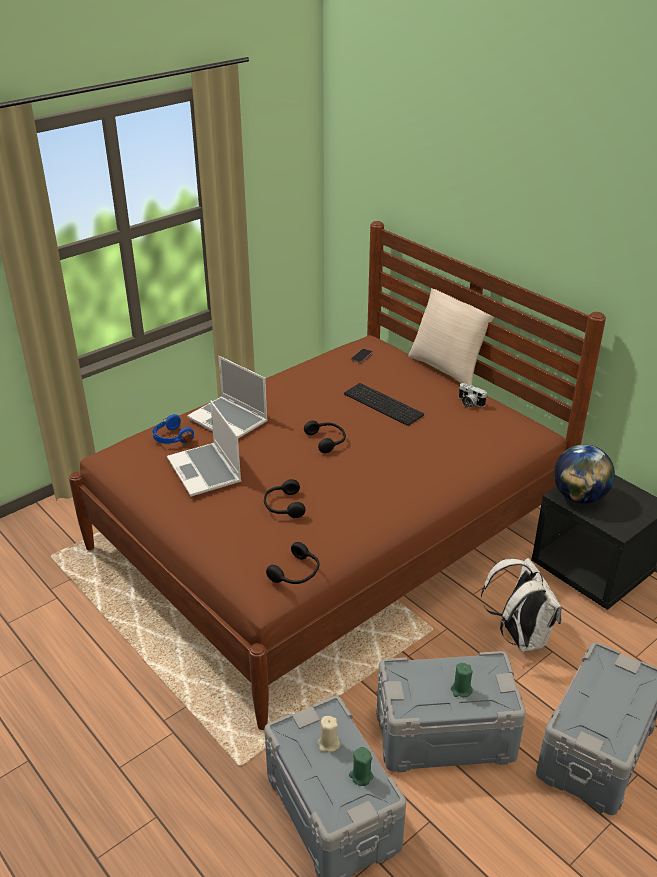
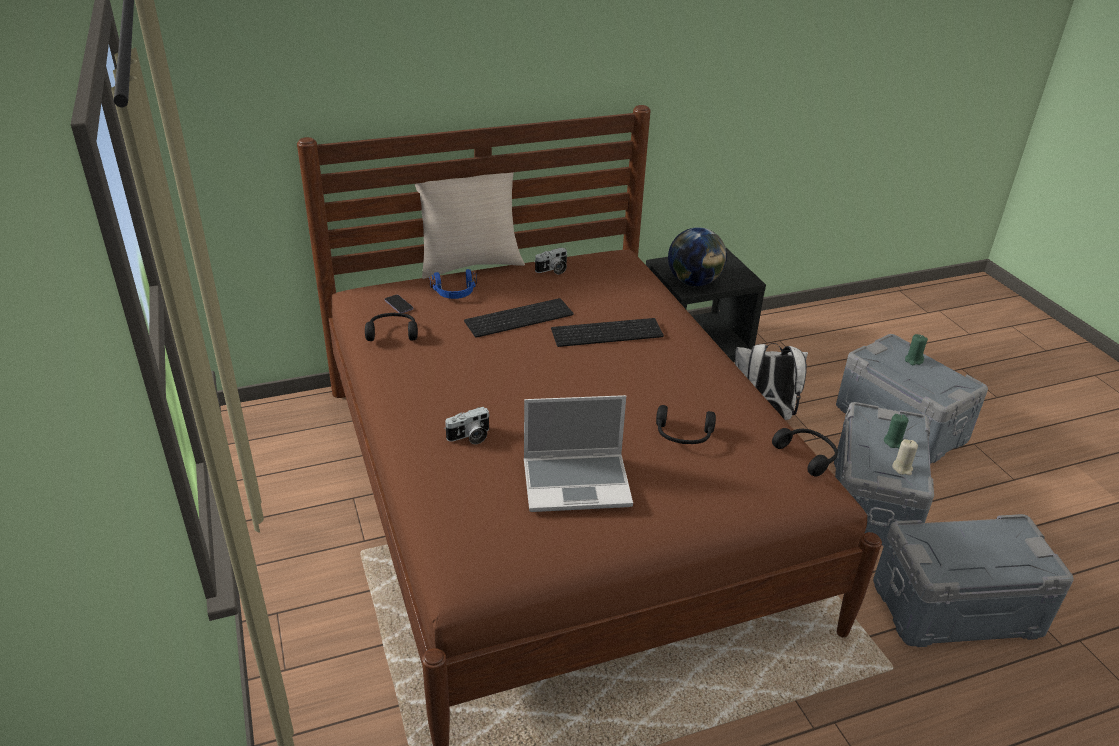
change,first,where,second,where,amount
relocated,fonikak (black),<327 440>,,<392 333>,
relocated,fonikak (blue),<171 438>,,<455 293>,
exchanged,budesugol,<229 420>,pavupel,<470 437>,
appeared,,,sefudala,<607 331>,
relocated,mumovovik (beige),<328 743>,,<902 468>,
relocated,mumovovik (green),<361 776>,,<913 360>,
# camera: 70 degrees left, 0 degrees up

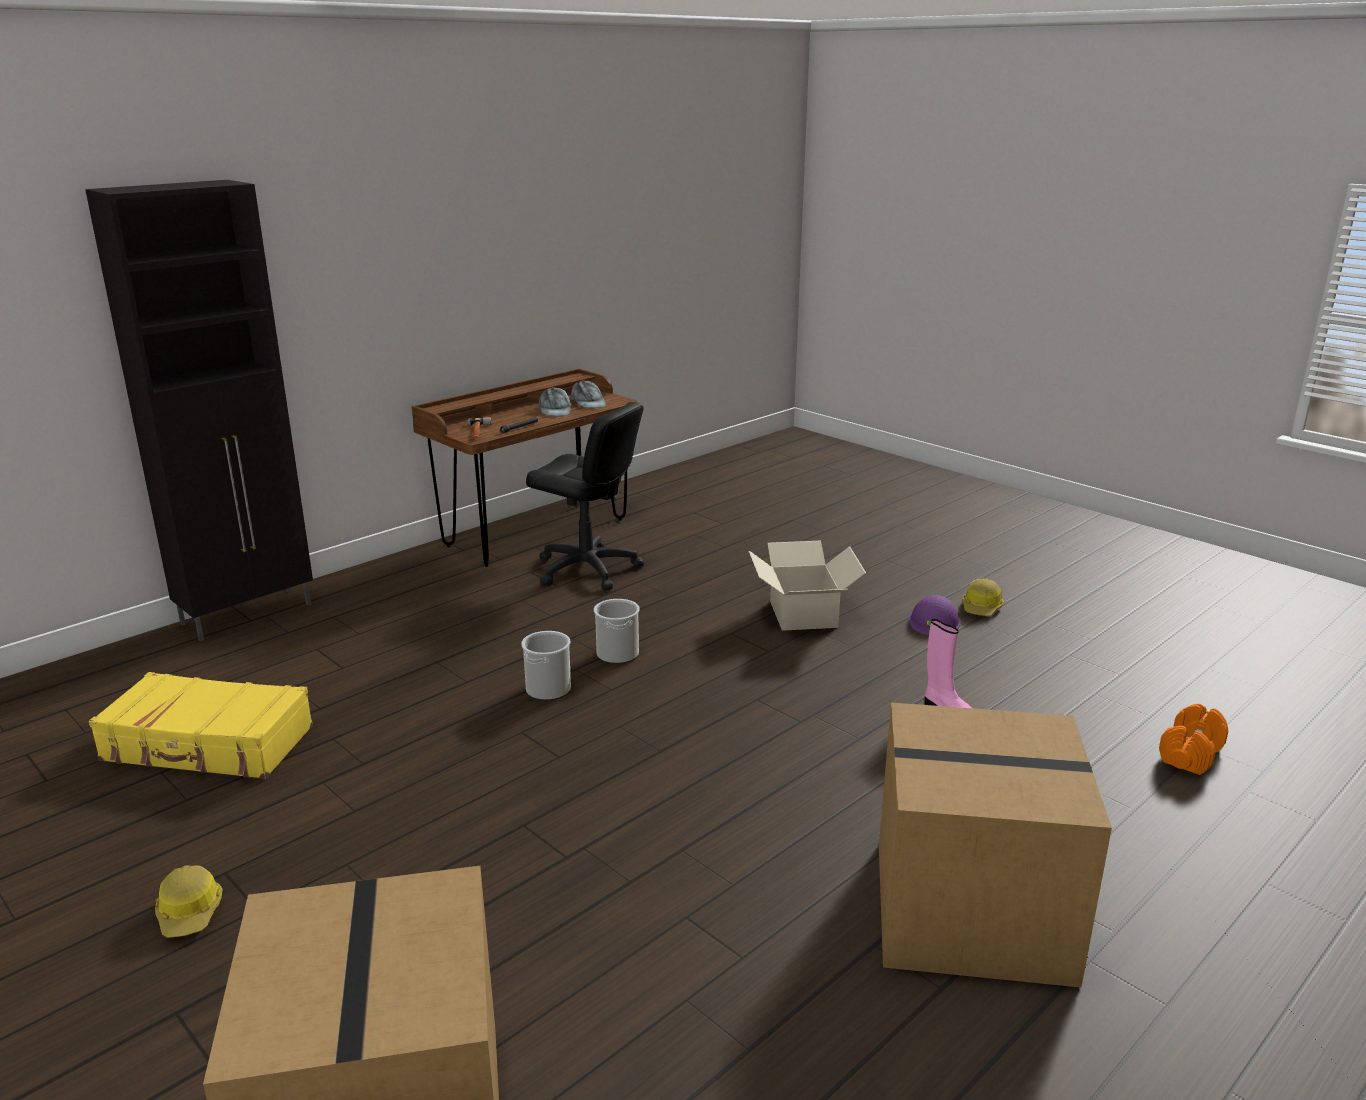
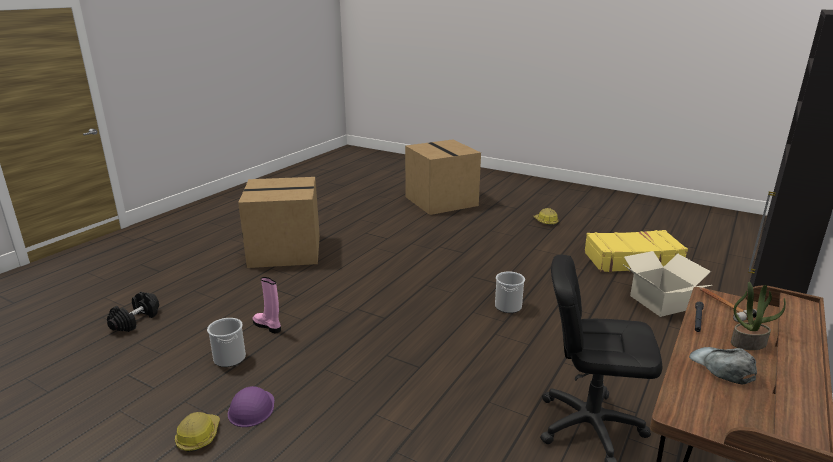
change,first,where,second,where,amount
colour,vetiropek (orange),<1190 754>,vetiropek (black),<135 321>,
relocated,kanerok,<618 654>,,<229 358>,
relocated,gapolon,<804 614>,,<659 302>,
appeared,,,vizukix,<748 343>,
missing,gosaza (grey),<588 402>,,,
# camera: 165 degrees right, 0 degrees up

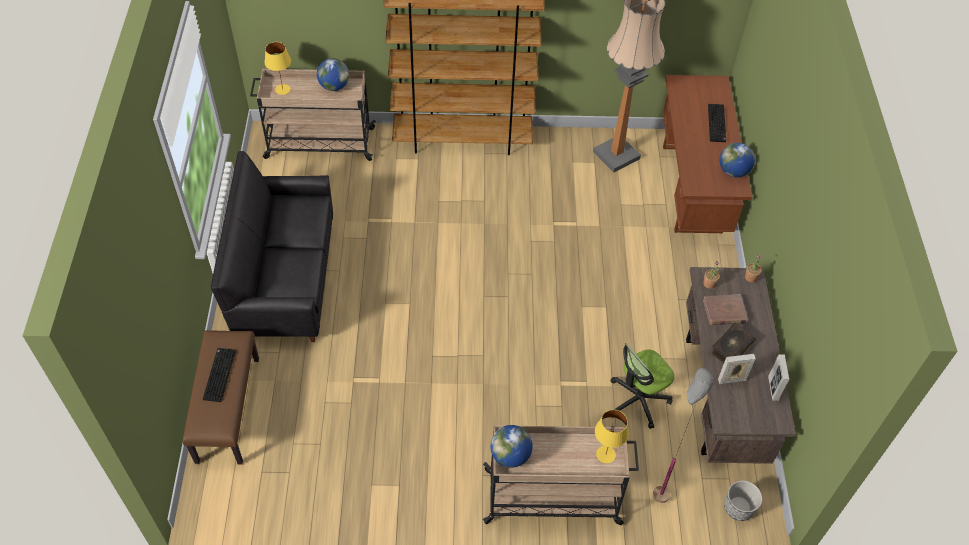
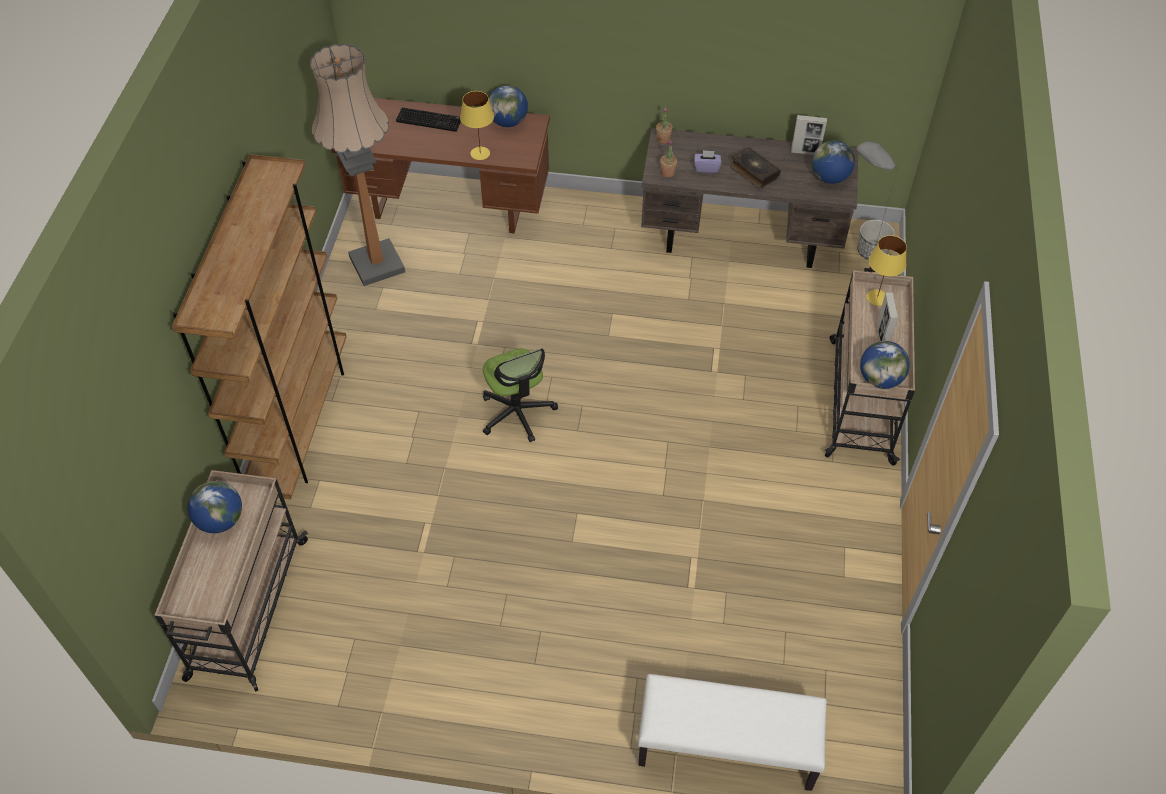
change,first,where,second,where,amount
relocated,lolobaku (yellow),<282 89>,,<479 153>,
relocated,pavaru,<638 400>,,<517 413>,
colour,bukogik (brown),<227 409>,bukogik (white),<726 748>,
exchanged,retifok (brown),<724 312>,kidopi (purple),<706 168>,
appeared,,,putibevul,<829 177>,
relocated,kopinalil,<731 380>,,<882 337>,
missing,sefudala,<218 374>,,,
missing,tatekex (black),<285 278>,,,
# camera: 80 degrees left, 0 degrees up

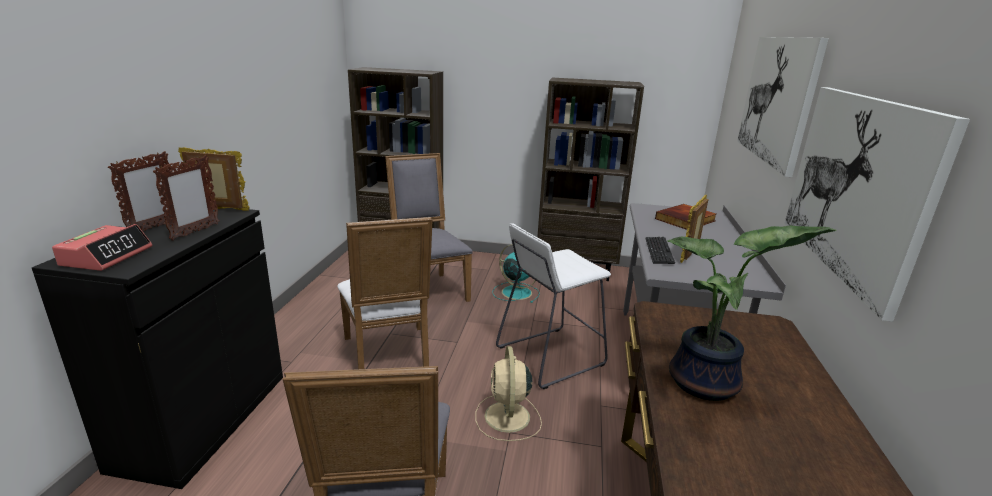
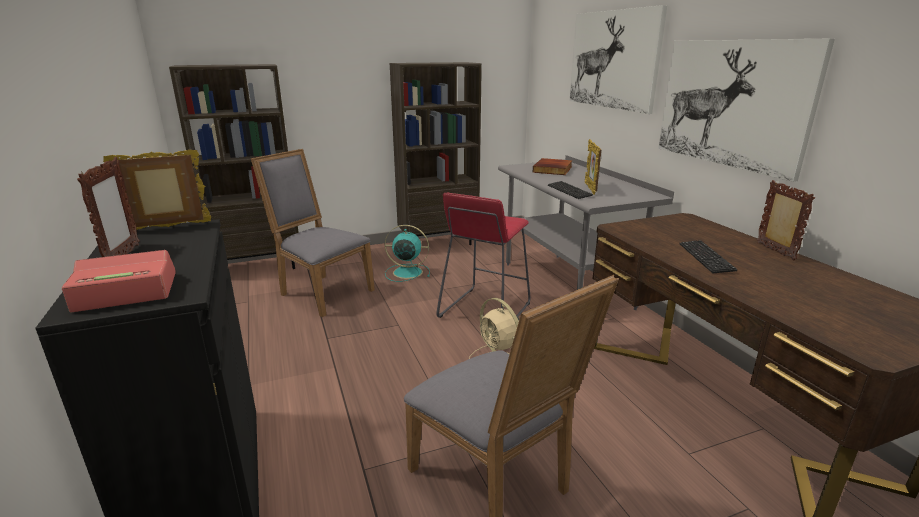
change,first,where,second,where,amount
spun,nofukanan,<107 256>,,<126 292>,90 degrees counterclockwise
colour,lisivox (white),<550 356>,lisivox (red),<485 310>,
exchanged,vizukix,<707 385>,sefudala,<706 258>,
relocated,kopinalil,<195 232>,,<775 251>,
missing,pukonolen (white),<389 357>,,,
# camera: 30 degrees left, 0 degrees up

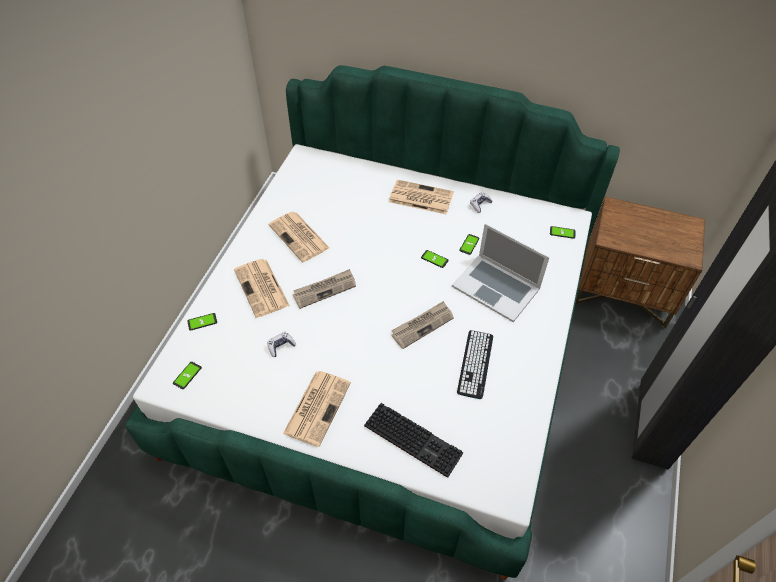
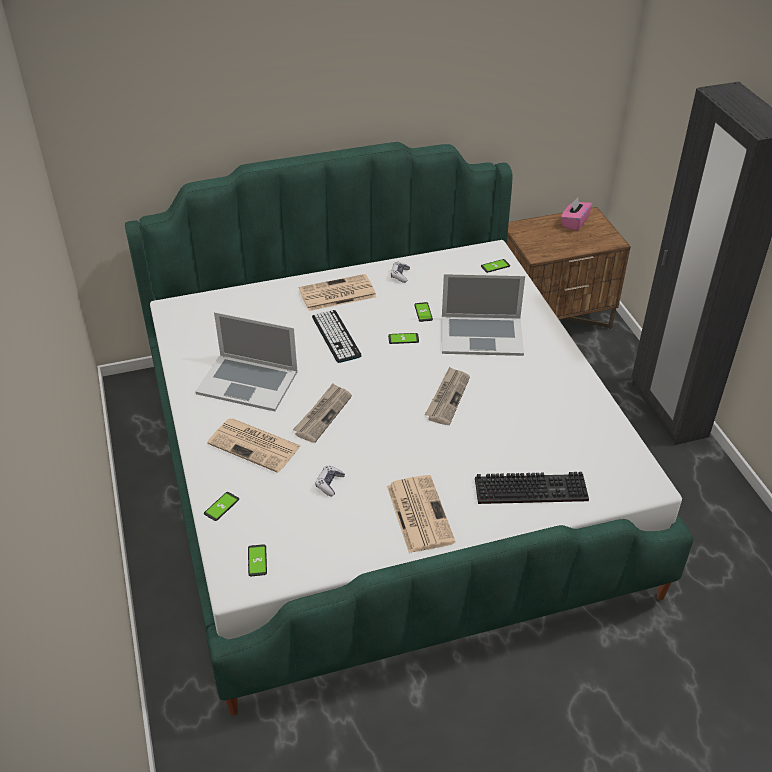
change,first,where,second,where,amount
exchanged,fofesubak,<300 237>,budesugol,<248 382>,
relocated,sefudala,<475 364>,,<336 336>,
appeared,,,kidopi (pink),<574 223>,
# camera: 35 degrees left, 10 degrees down

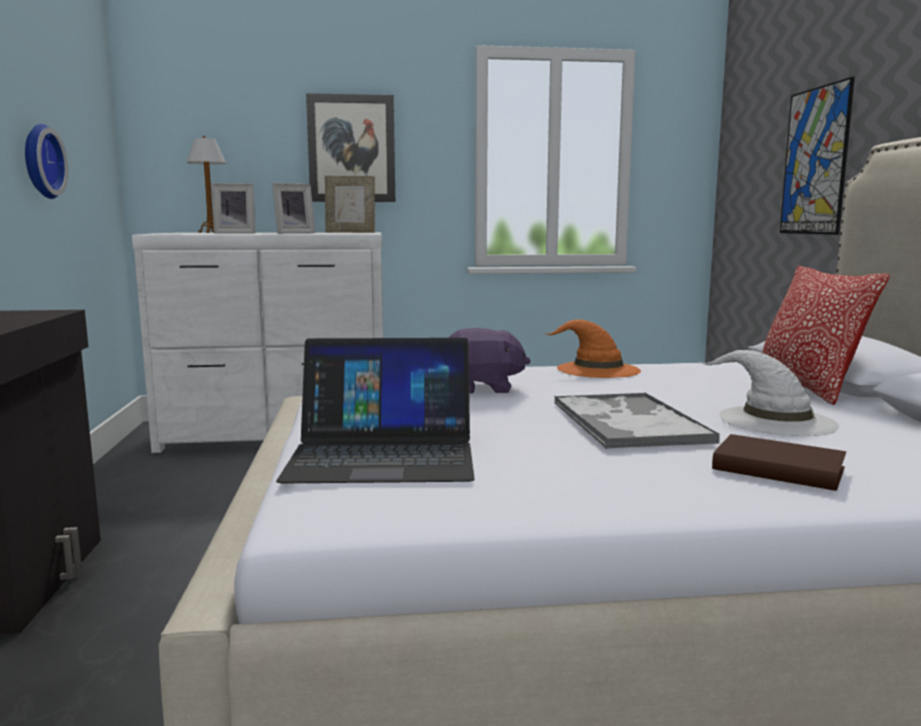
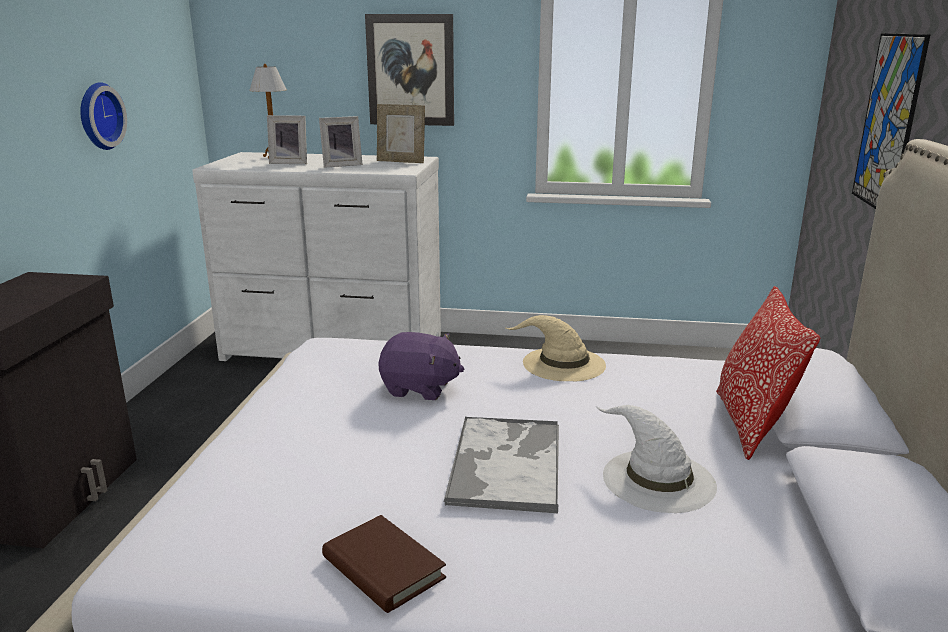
change,first,where,second,where,amount
relocated,retifok (brown),<778 469>,,<383 568>,
colour,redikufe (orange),<597 369>,redikufe (beige),<562 364>,
missing,budesugol,<383 454>,,,
# camera: 15 degrees right, 10 degrees up

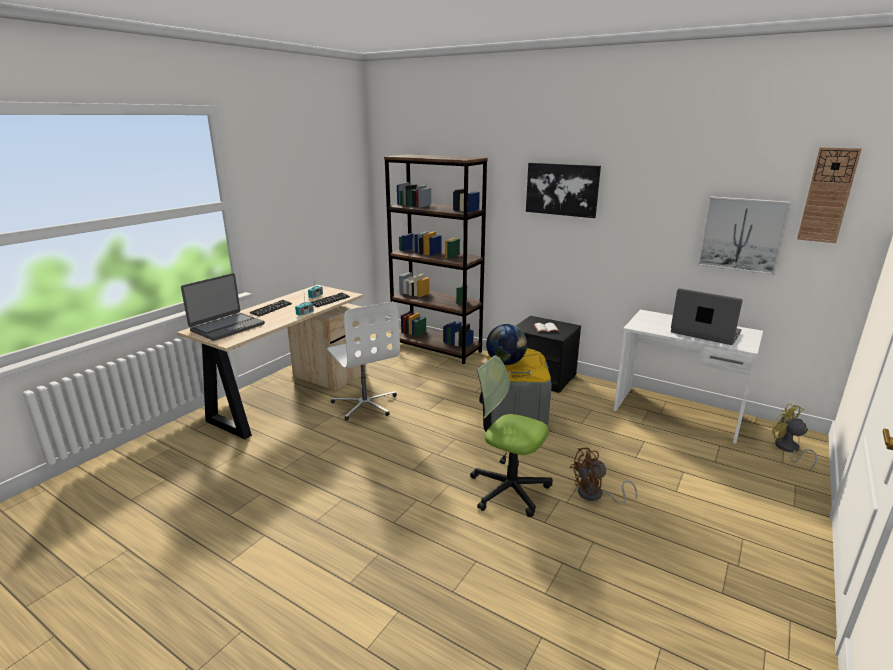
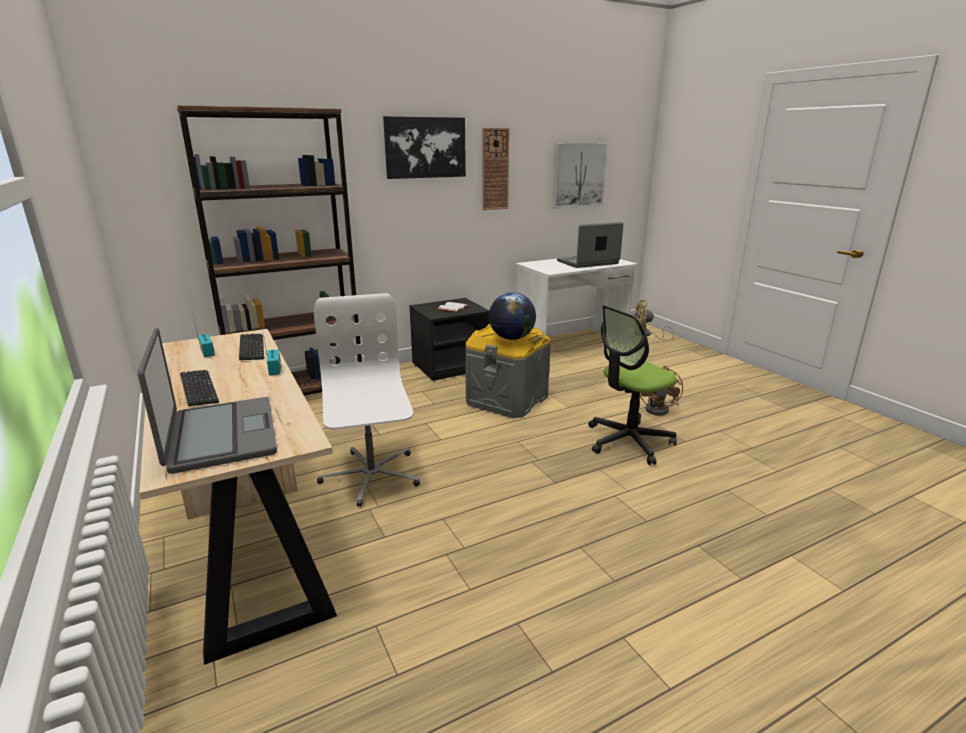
change,first,where,second,where,amount
spun,pavaru (white),<365 404>,,<371 476>,105 degrees counterclockwise
relocated,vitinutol,<827 195>,,<495 169>,
# camera: 60 degrees left, 0 degrees up

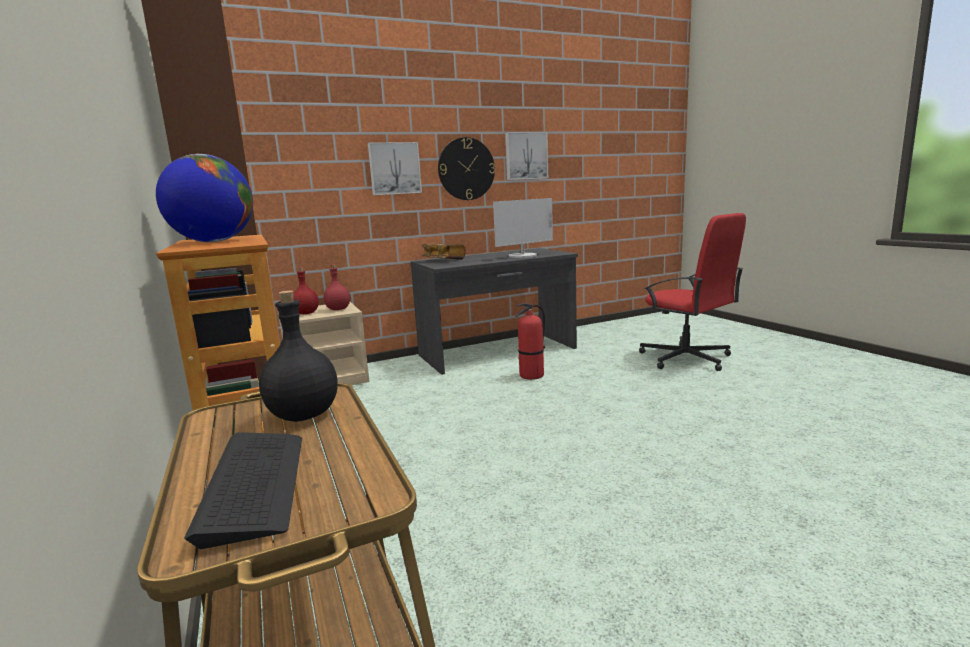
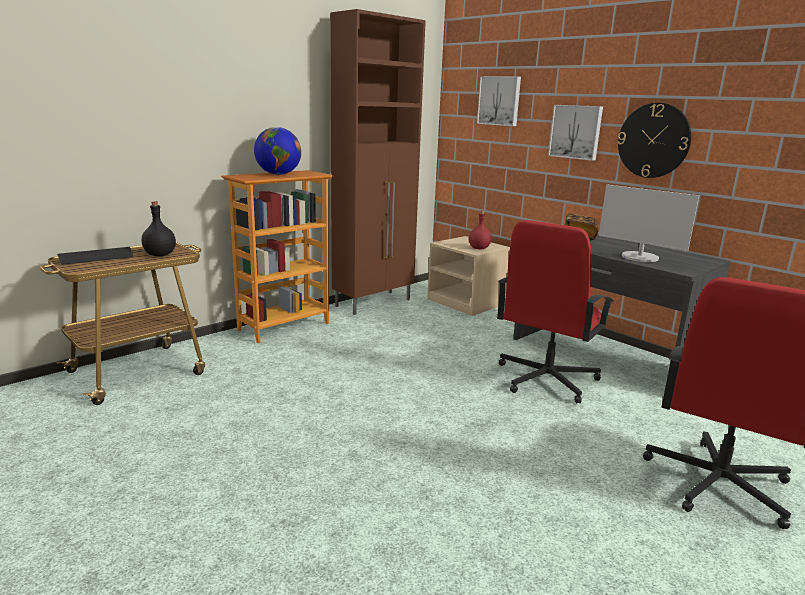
change,first,where,second,where,amount
relocated,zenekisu,<525 156>,,<499 101>,
exchanged,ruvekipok,<531 376>,pavaru (red),<545 379>,
missing,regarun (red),<306 313>,,,
# camera: 70 degrees right, 5 degrees up

